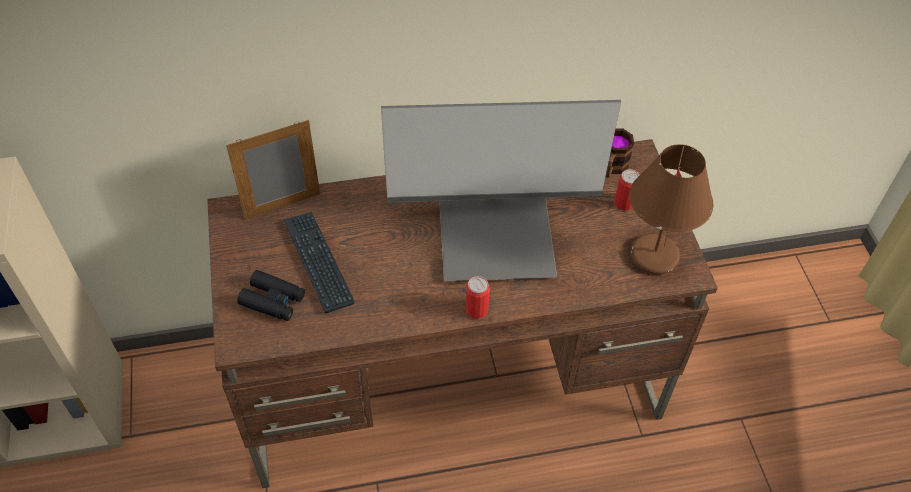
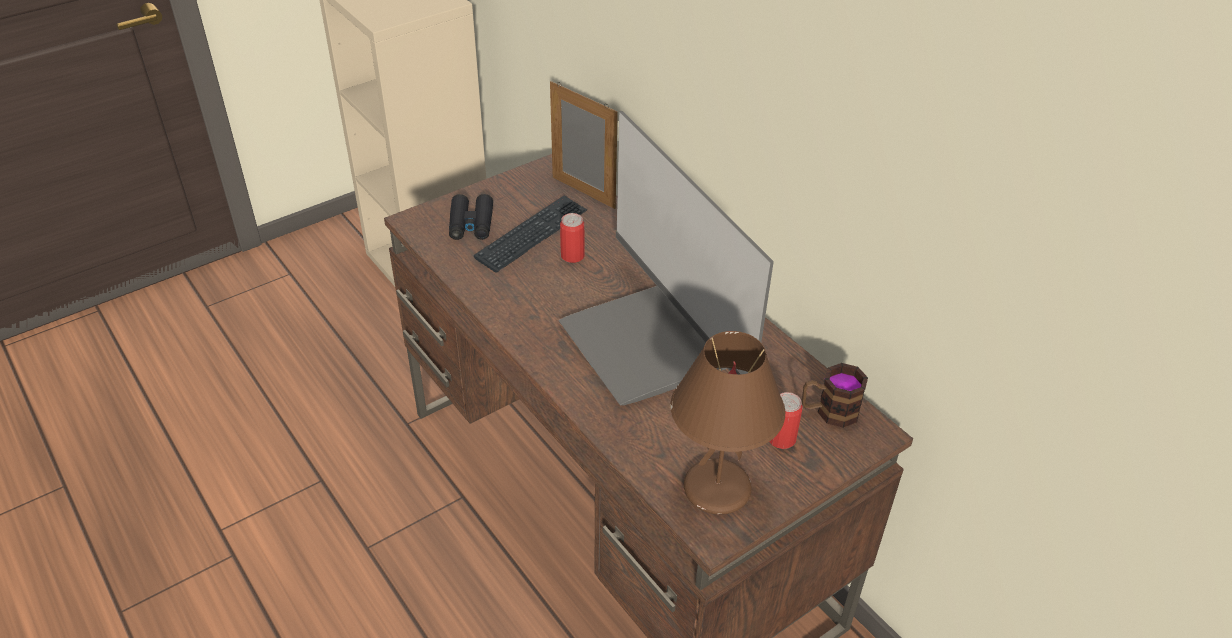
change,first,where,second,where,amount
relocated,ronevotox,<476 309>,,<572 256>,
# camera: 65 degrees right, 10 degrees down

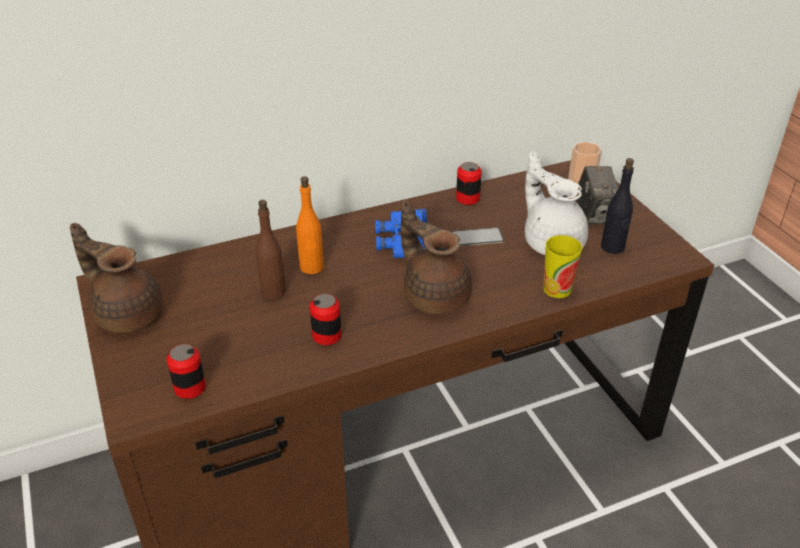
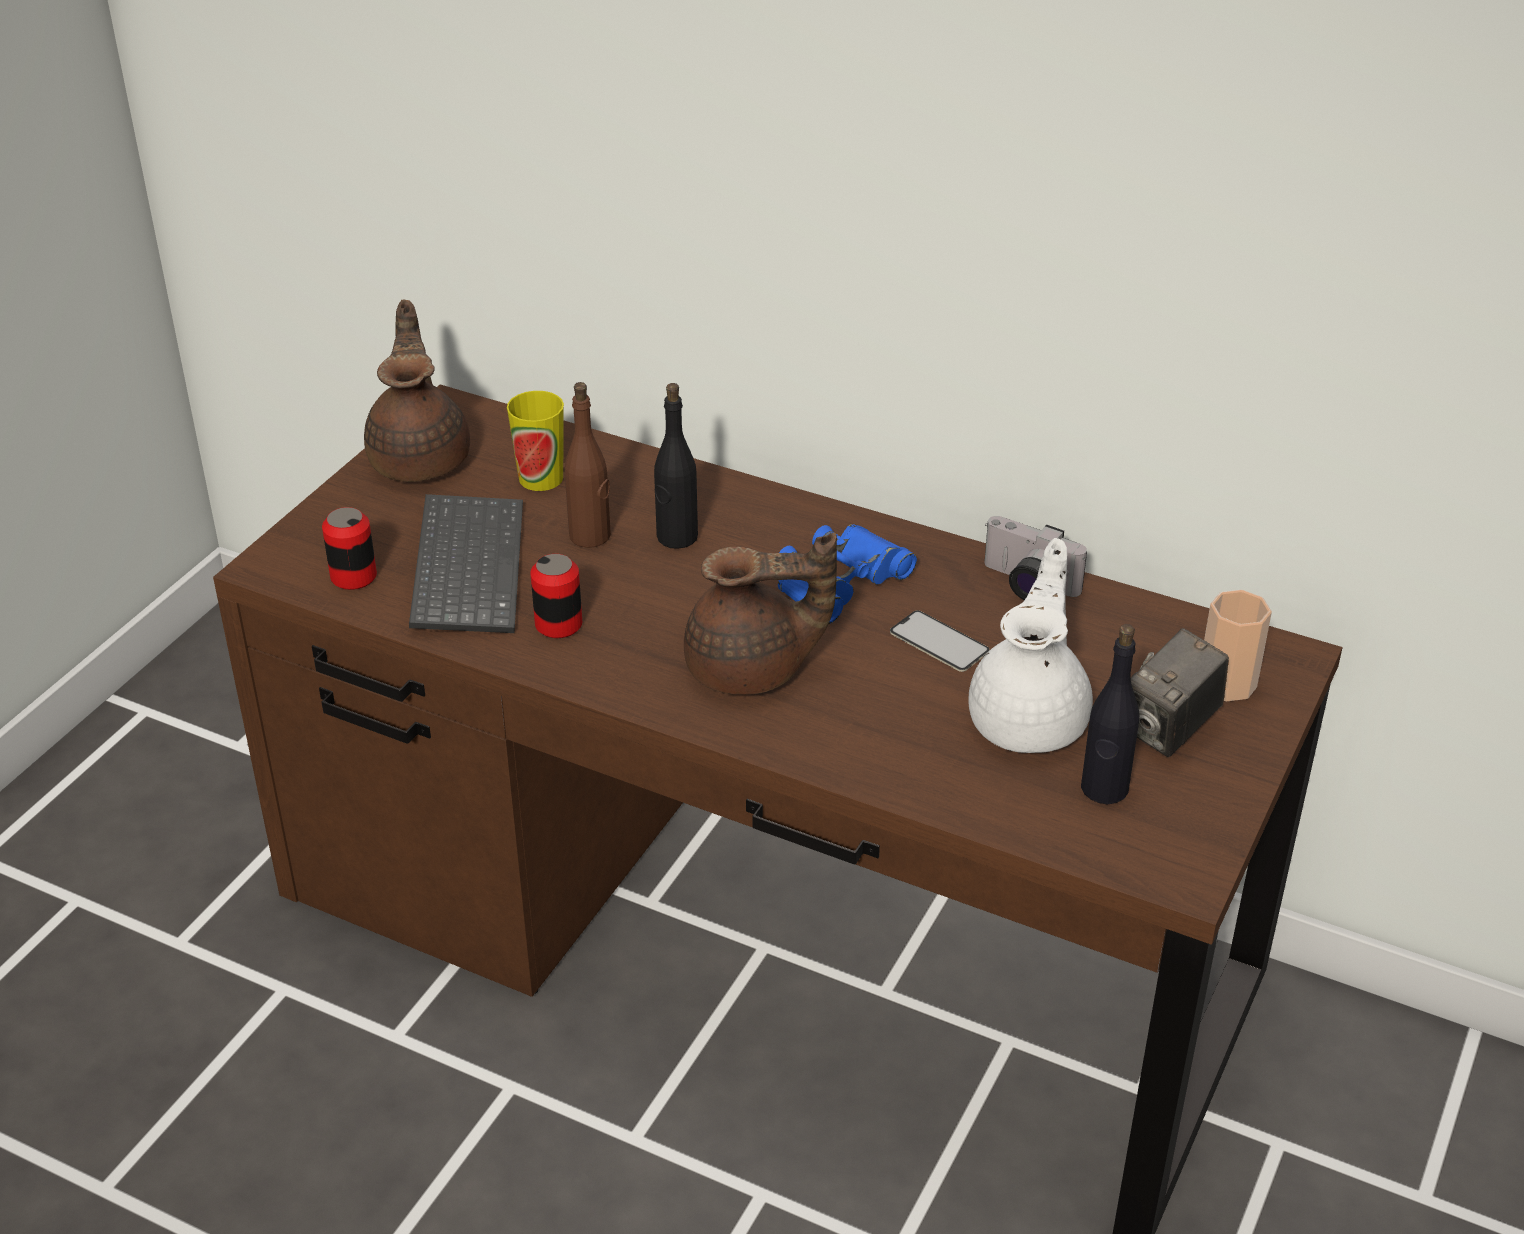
change,first,where,second,where,amount
appeared,,,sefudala,<464 566>,
relocated,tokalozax,<557 289>,,<541 478>,
colour,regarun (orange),<311 267>,regarun (black),<676 537>,
spun,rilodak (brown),<434 295>,,<752 670>,75 degrees clockwise
exchanged,ronevotox,<467 199>,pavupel,<1025 585>,
# camera: 50 degrees right, 0 degrees up

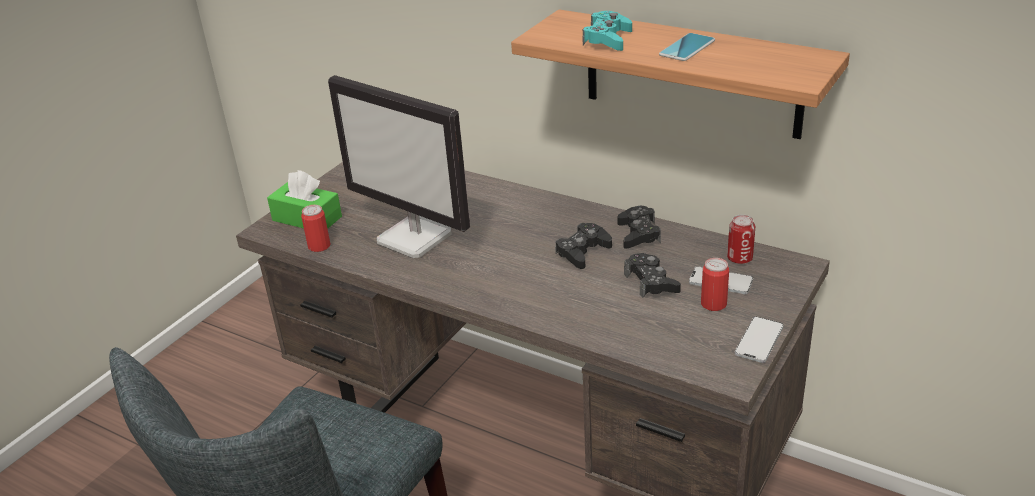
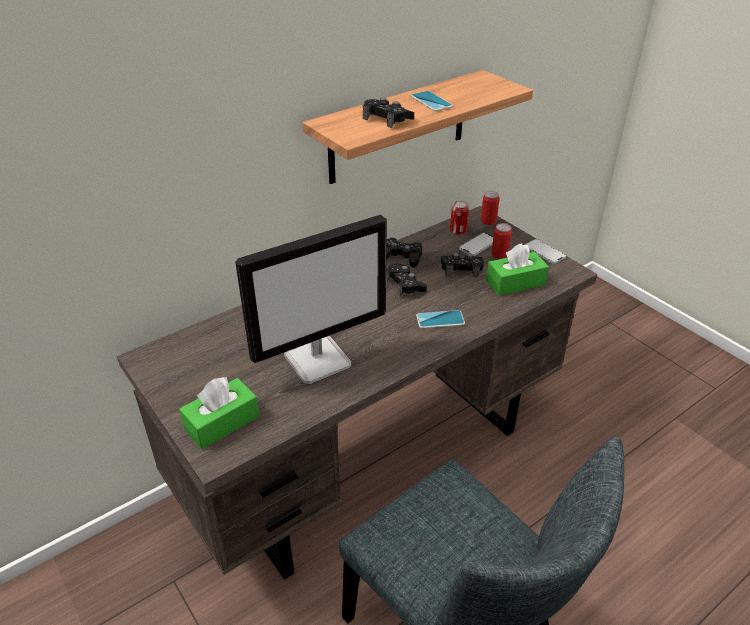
change,first,where,second,where,amount
colour,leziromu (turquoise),<607 39>,leziromu (black),<387 119>,
appeared,,,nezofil,<440 320>,
relocated,ronevotox,<319 246>,,<488 221>,
appeared,,,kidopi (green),<515 282>,
# camera: 70 degrees left, 5 degrees up

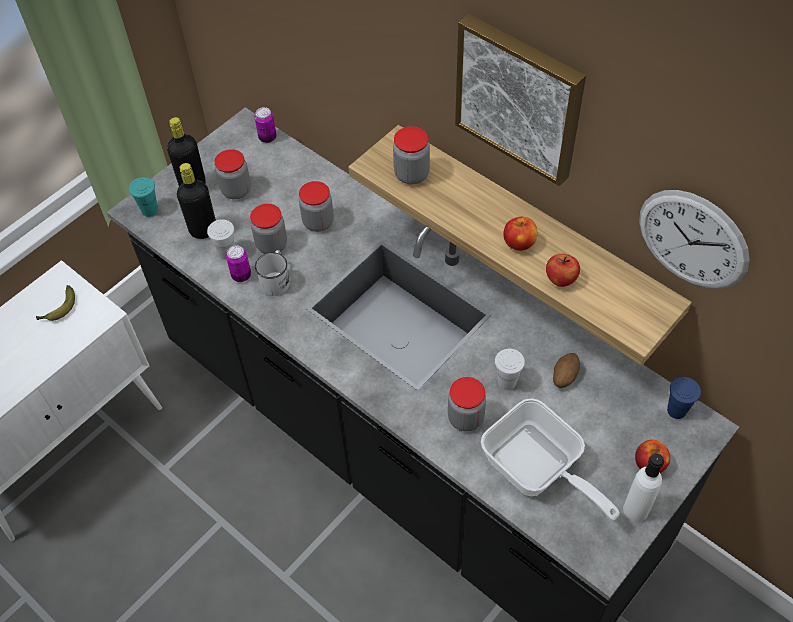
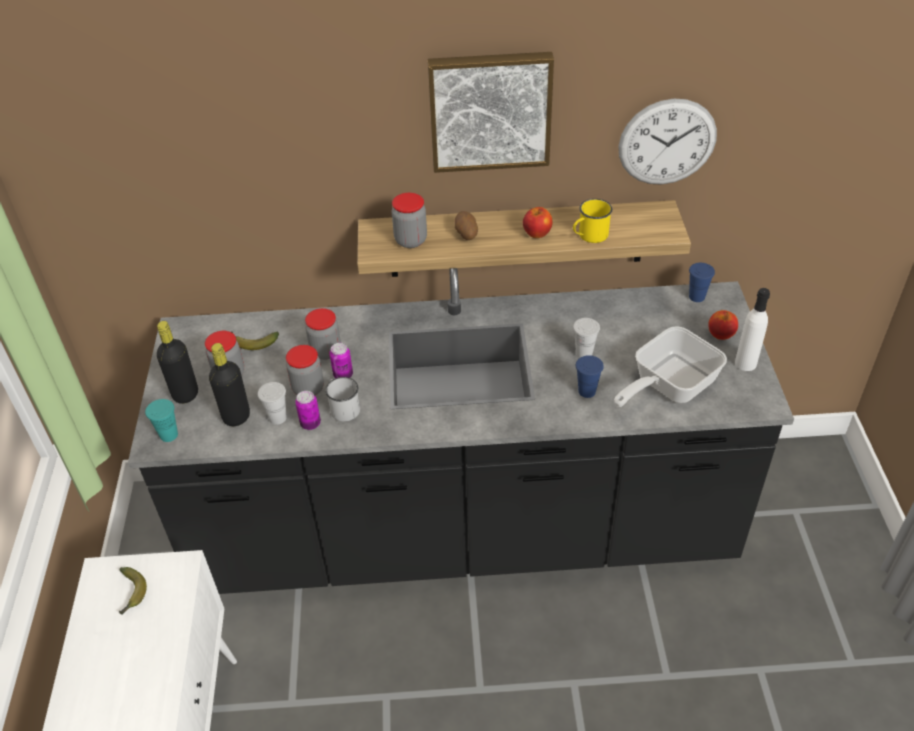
change,first,where,second,where,amount
appeared,,,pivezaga,<252 343>,
relocated,ronevotox,<267 138>,,<343 375>,
relocated,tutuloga,<564 376>,,<466 234>,
exchanged,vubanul,<560 279>,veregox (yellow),<589 236>,
exchanged,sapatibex,<465 418>,tokalozax (blue),<587 391>,
spun,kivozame,<538 470>,,<667 386>,135 degrees clockwise
# camera: 45 degrees left, 10 degrees down

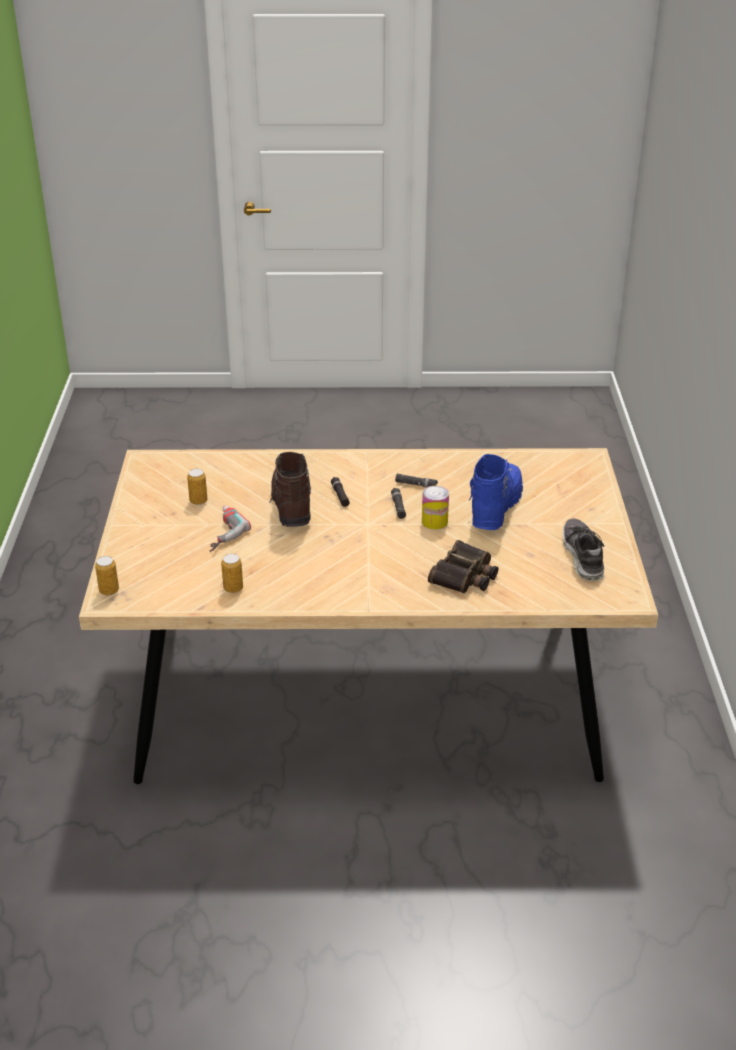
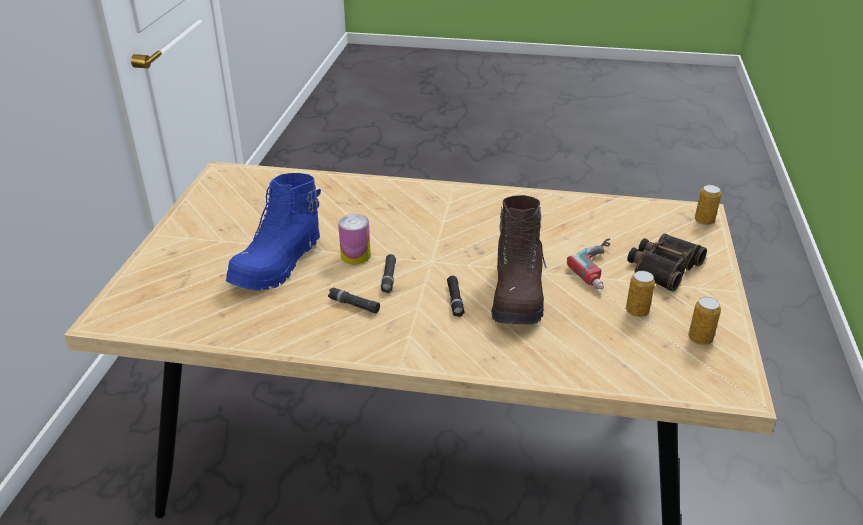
change,first,where,second,where,amount
relocated,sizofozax,<465 576>,,<663 267>,
relocated,ronevotox,<233 588>,,<700 338>,
missing,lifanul,<582 556>,,,
# camera: 170 degrees left, 0 degrees up

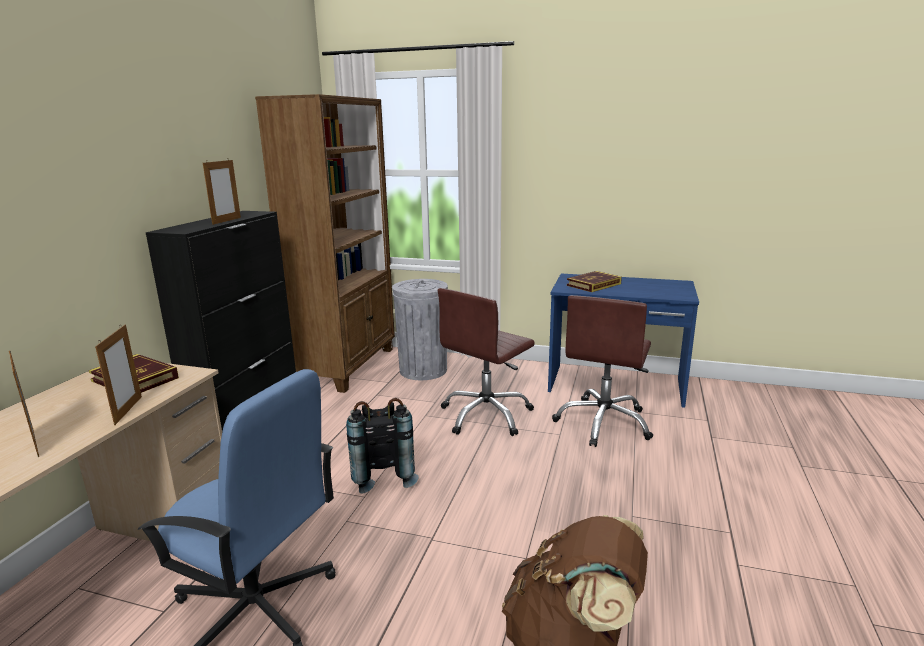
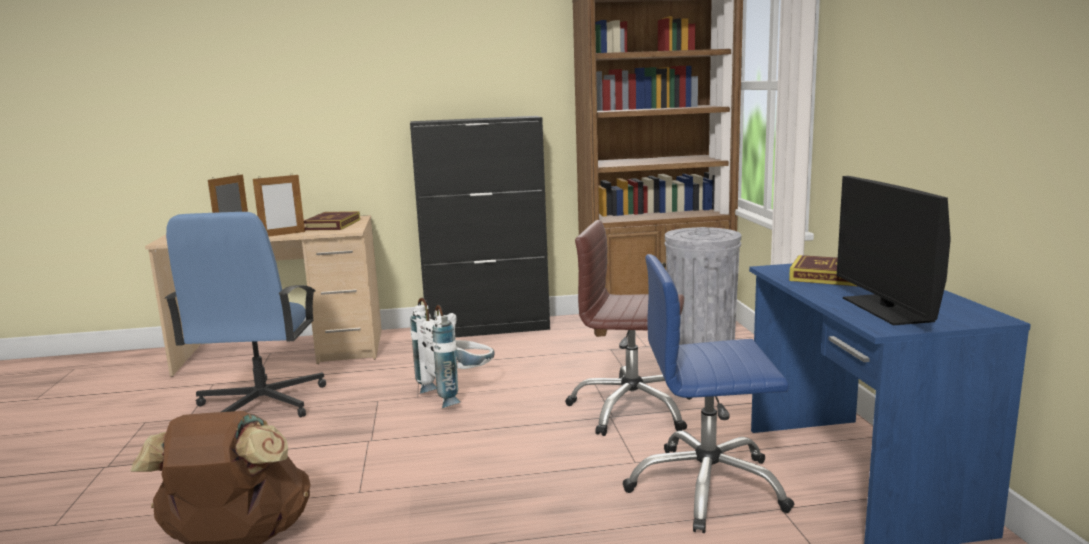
change,first,where,second,where,amount
colour,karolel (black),<382 475>,karolel (white),<458 394>,
colour,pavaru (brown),<604 423>,pavaru (blue),<707 487>,
appeared,,,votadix,<886 309>,
missing,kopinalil,<226 221>,,,
# camera: 65 degrees right, 5 degrees down

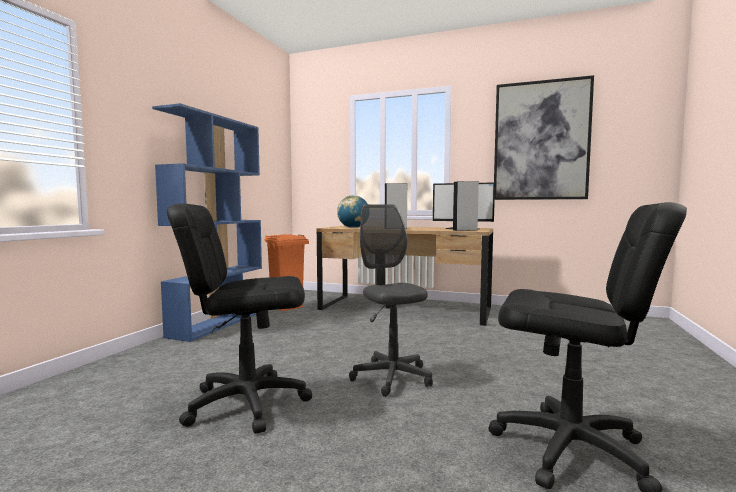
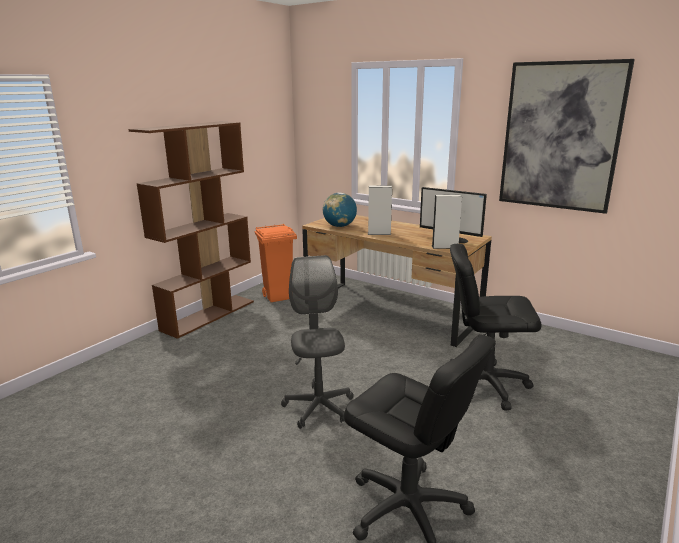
change,first,where,second,where,amount
colour,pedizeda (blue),<218 323>,pedizeda (brown),<209 315>,
relocated,pavaru (black),<247 403>,,<484 384>,
# camera: 15 degrees right, 15 degrees up

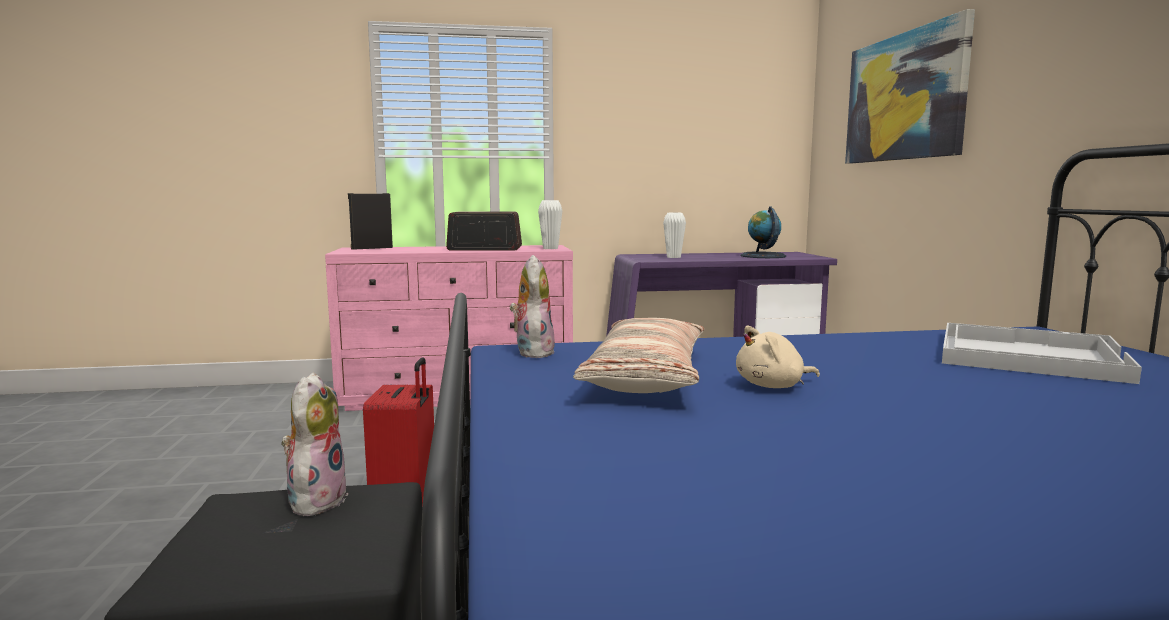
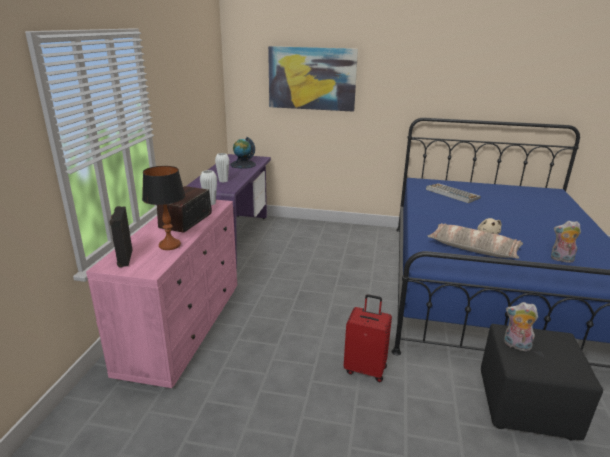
change,first,where,second,where,amount
appeared,,,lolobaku,<170 245>,
exchanged,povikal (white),<1026 355>,sefudala,<451 193>,
relocated,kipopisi,<532 352>,,<561 259>,
# camera: 70 degrees left, 15 degrees up

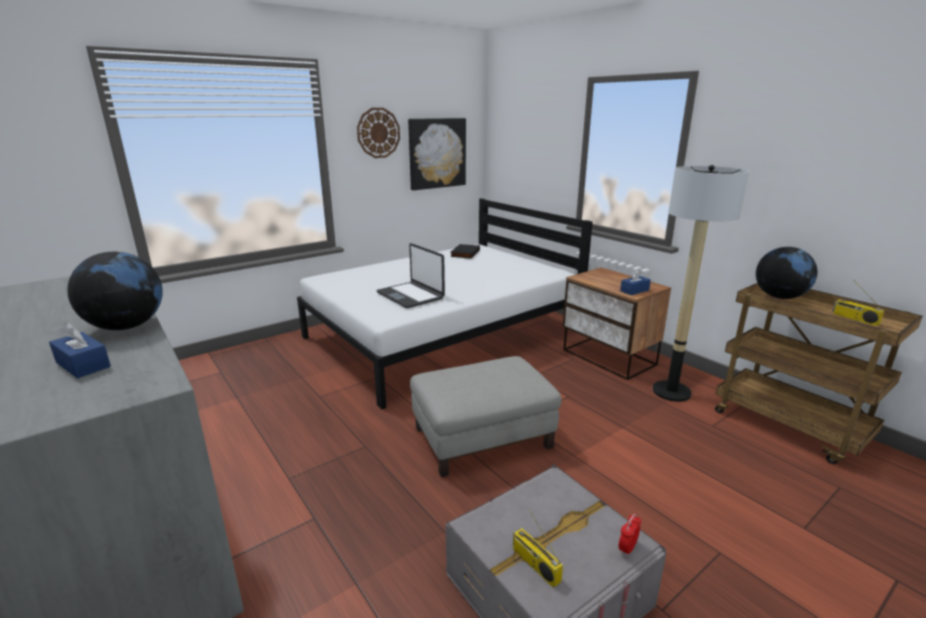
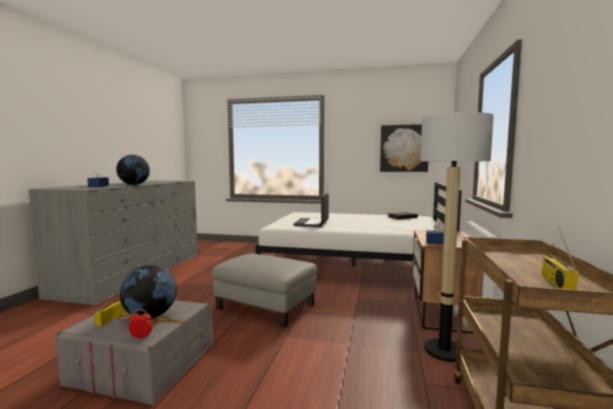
change,first,where,second,where,amount
relocated,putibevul,<779 297>,,<150 316>,
missing,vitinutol,<378 133>,,,
# camera: 50 degrees right, 15 degrees down

